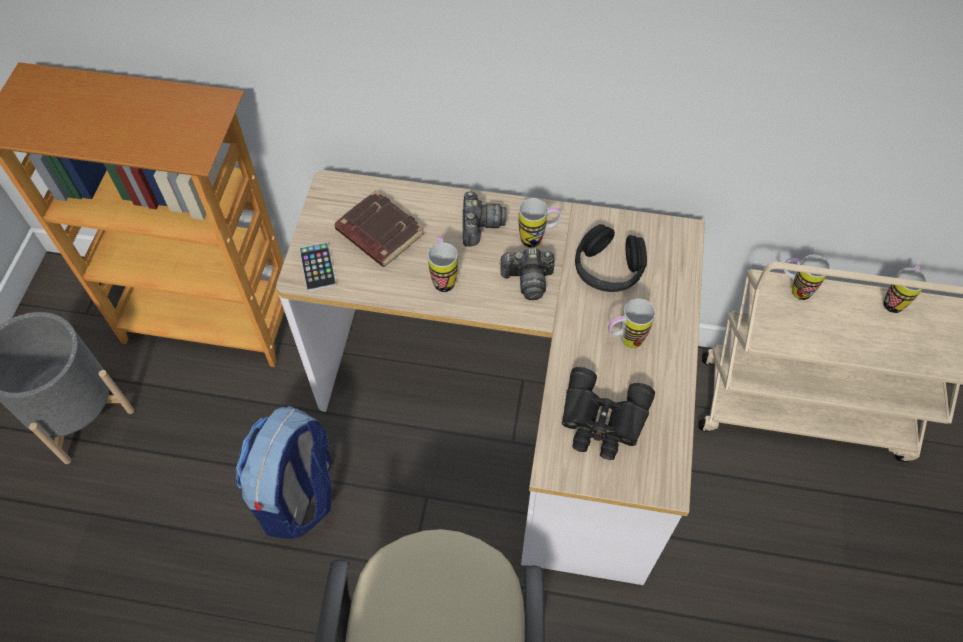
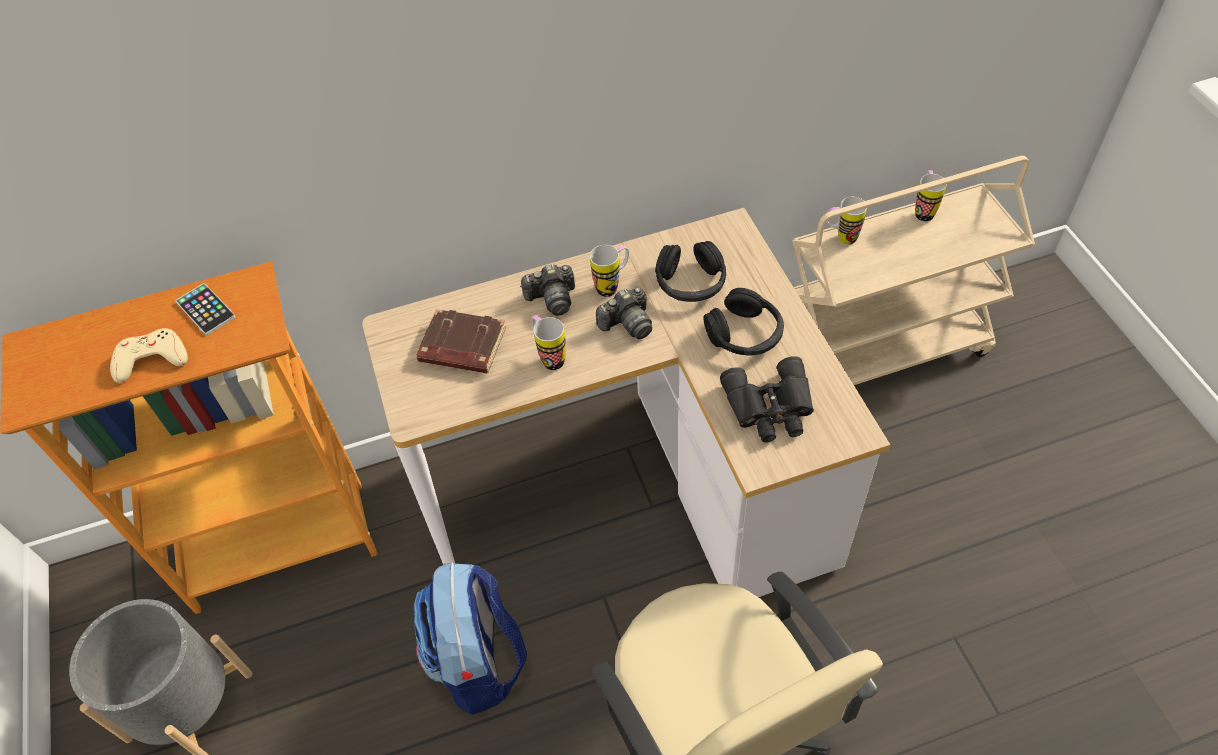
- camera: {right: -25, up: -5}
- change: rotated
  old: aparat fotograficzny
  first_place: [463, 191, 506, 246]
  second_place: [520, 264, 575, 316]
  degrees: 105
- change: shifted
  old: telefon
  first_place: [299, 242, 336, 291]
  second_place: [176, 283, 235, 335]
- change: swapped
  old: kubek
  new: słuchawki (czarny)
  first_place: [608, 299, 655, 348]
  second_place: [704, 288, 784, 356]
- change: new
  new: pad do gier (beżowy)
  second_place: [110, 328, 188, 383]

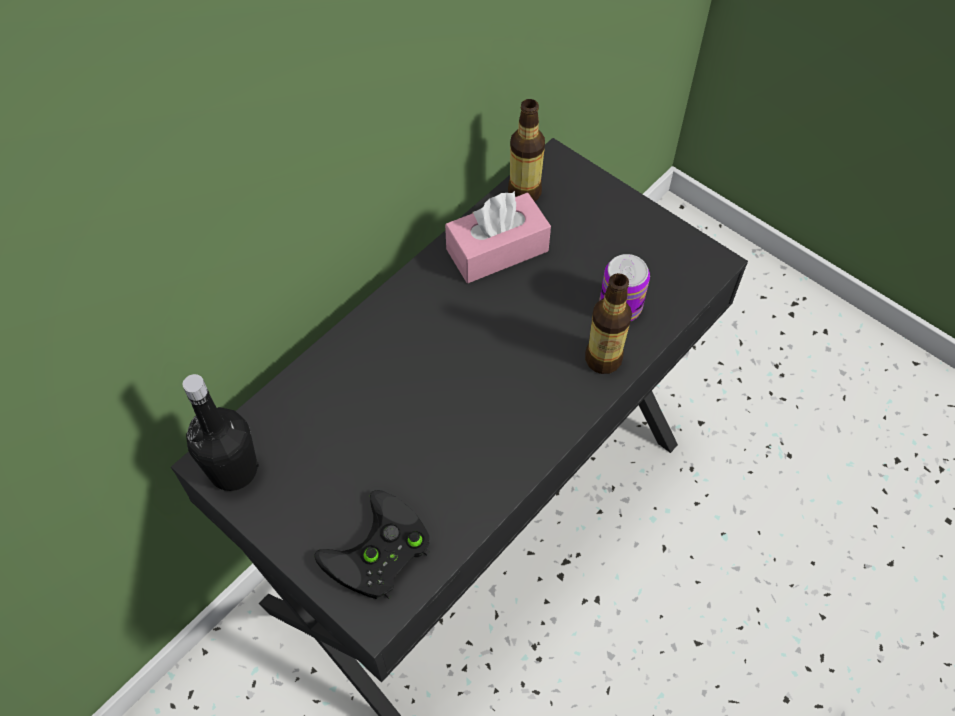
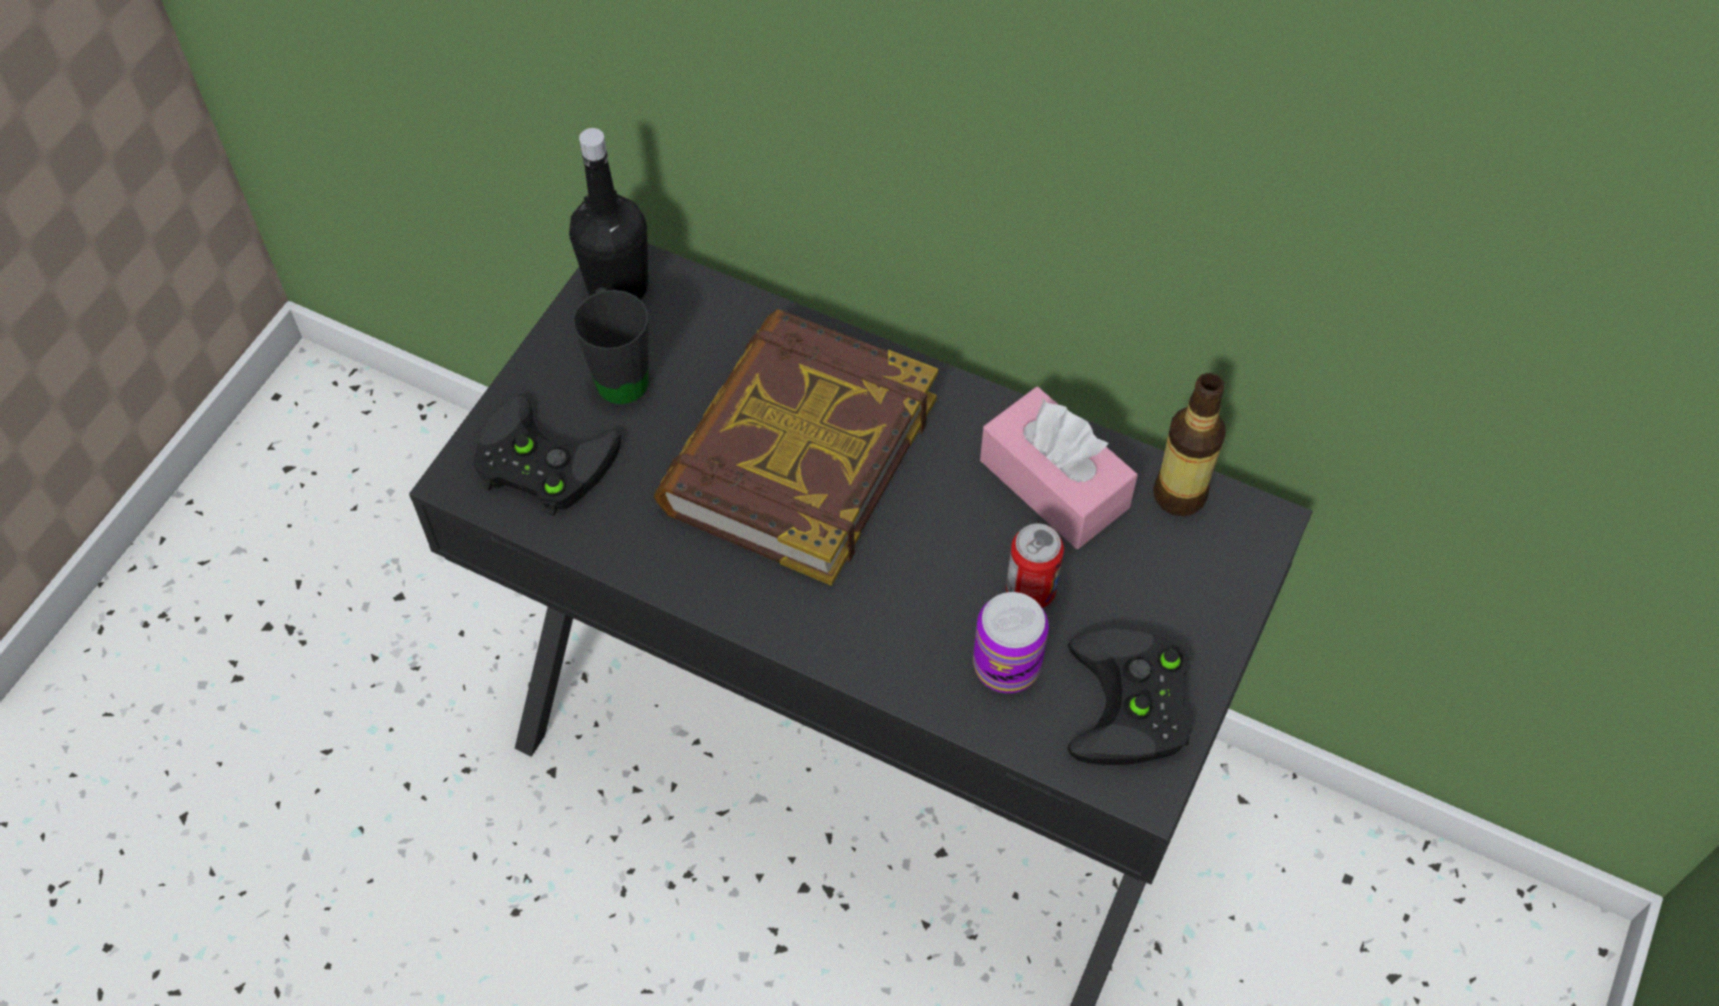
- camera: {right: 75, up: 0}
- change: gone
  old: butelka
  first_place: [585, 273, 632, 374]
- change: new
  new: kubek (czarny)
  second_place: [573, 287, 648, 404]
- change: new
  new: książka
  second_place: [654, 309, 938, 586]
- change: new
  new: puszka
  second_place: [1006, 523, 1064, 608]
- change: new
  new: pad do gier (czarny)
  second_place: [1067, 629, 1192, 765]

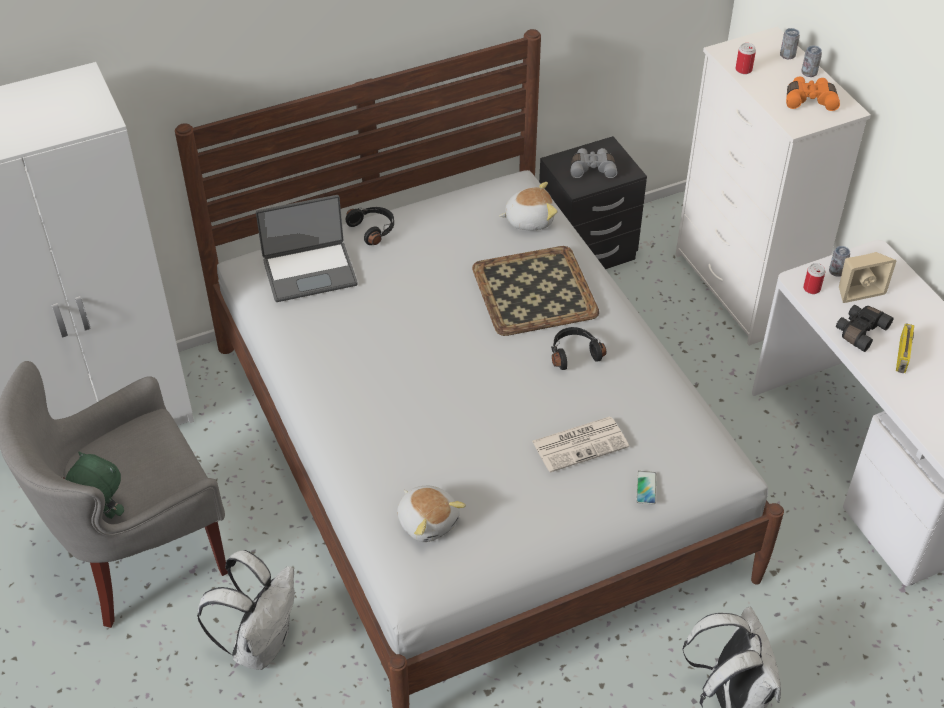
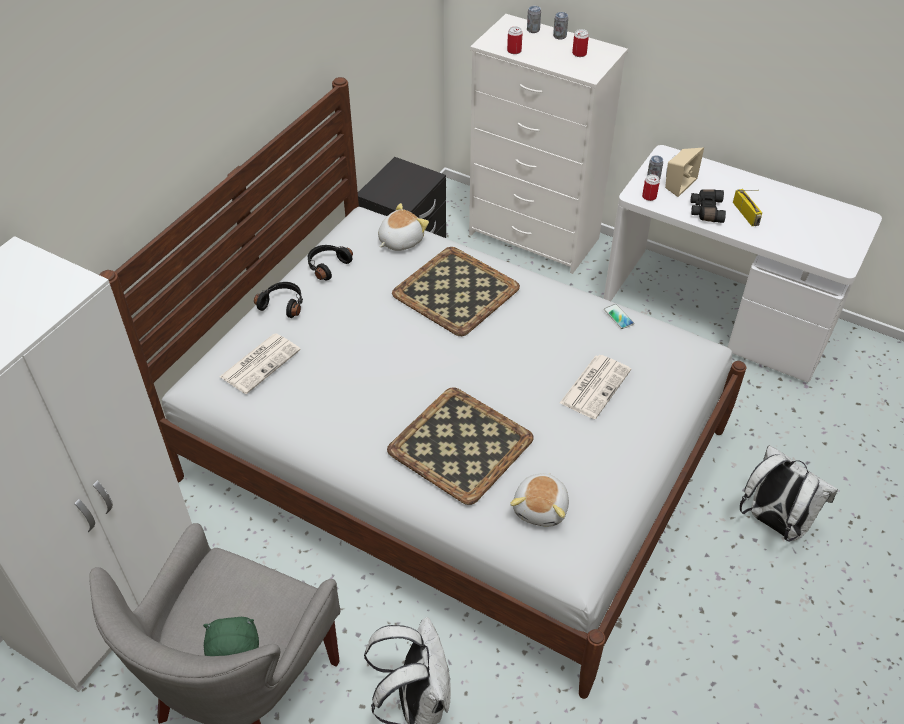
- camera: {right: -35, up: 0}
- change: swapped
  old: lornetka (pomarańczowy)
  new: puszka
  first_place: [786, 76, 840, 111]
  second_place: [572, 29, 589, 57]
- change: gone
  old: lornetka (szary)
  first_place: [571, 148, 617, 178]
- change: swapped
  old: laptop
  new: gazeta
  first_place: [256, 195, 358, 302]
  second_place: [220, 333, 301, 394]
- change: shifted
  old: słuchawki (czarny)
  first_place: [551, 327, 606, 370]
  second_place: [308, 245, 353, 281]
- change: shifted
  old: telefon
  first_place: [636, 471, 656, 505]
  second_place: [604, 304, 634, 329]
- change: rotated
  old: pluszak
  first_place: [397, 486, 466, 542]
  second_place: [510, 473, 569, 527]
  degrees: 90
- change: new
  new: taca
  second_place: [387, 387, 534, 505]

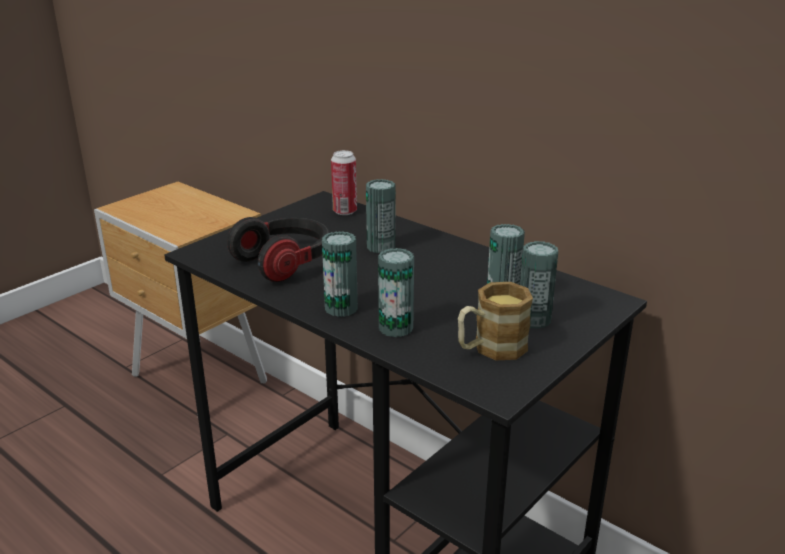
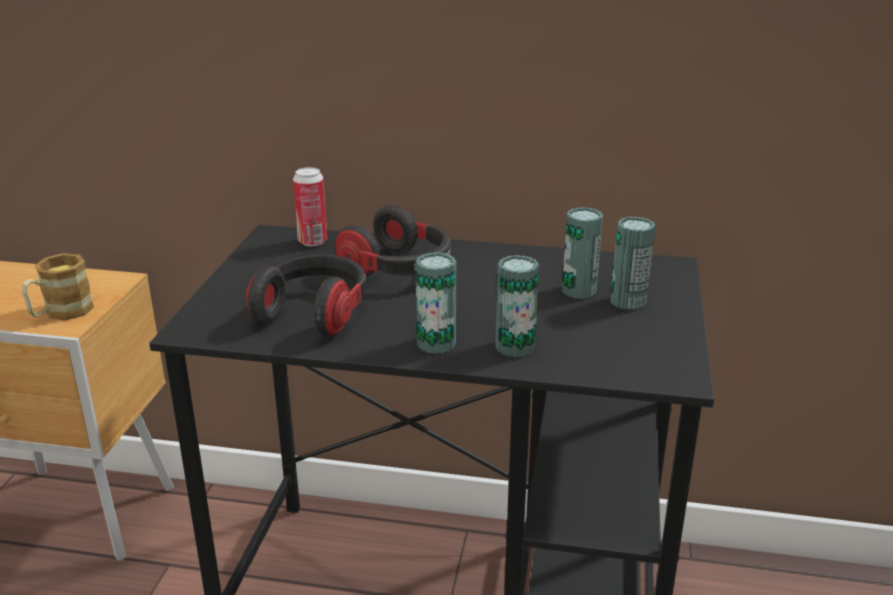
- camera: {right: -30, up: 0}
- change: swapped
  old: puszka
  new: słuchawki
  first_place: [366, 179, 395, 253]
  second_place: [334, 204, 451, 276]
- change: shifted
  old: kubek
  first_place: [458, 282, 533, 360]
  second_place: [22, 253, 94, 320]

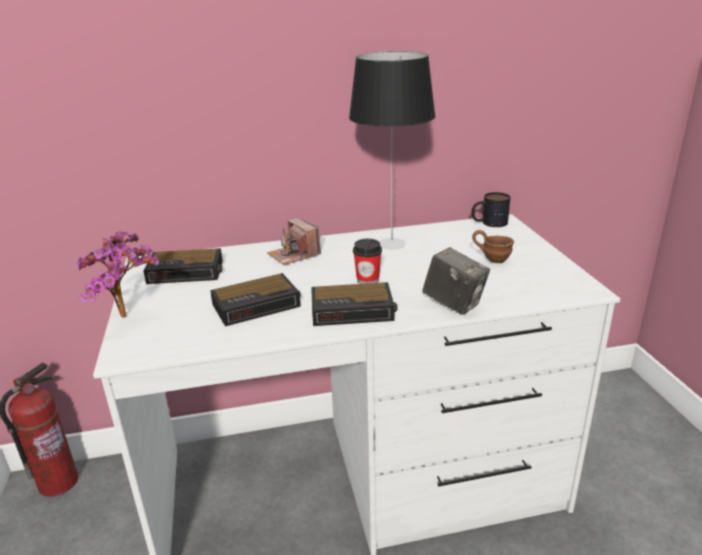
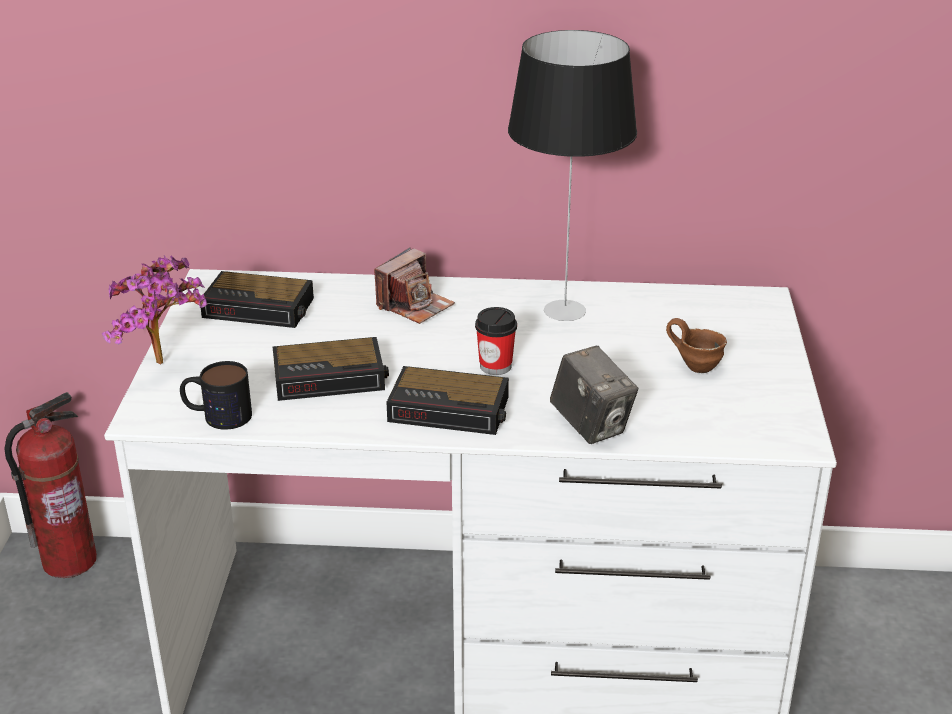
- camera: {right: 15, up: 5}
- change: shifted
  old: kubek
  first_place: [472, 192, 510, 227]
  second_place: [180, 361, 252, 430]
- change: rotated
  old: aparat fotograficzny
  first_place: [267, 217, 321, 265]
  second_place: [374, 248, 455, 324]
  degrees: -120

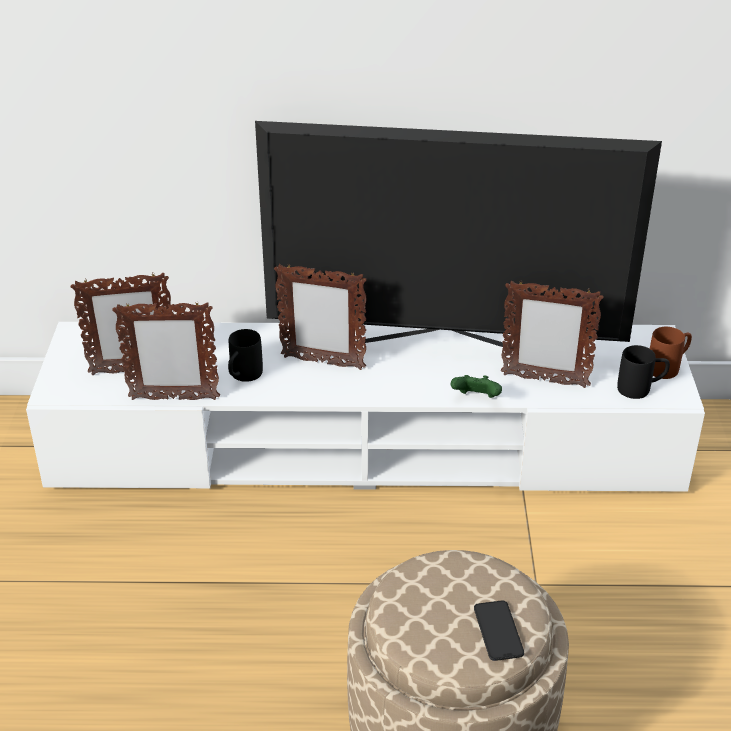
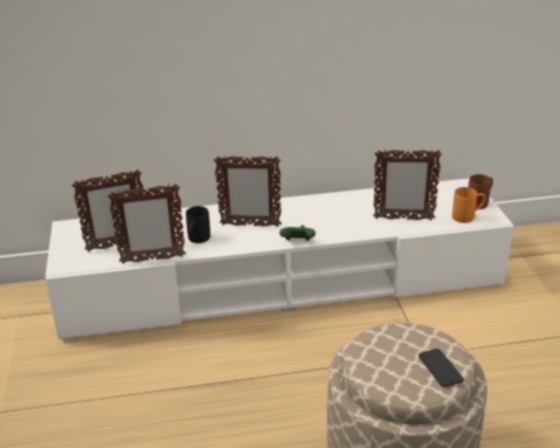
- camera: {right: -10, up: -5}
- change: gone
  old: telewizor
  first_place: [255, 121, 662, 349]
- change: repainted
  old: kubek (czarny)
  new: kubek (pomarańczowy)
  first_place: [617, 345, 670, 399]
  second_place: [452, 187, 486, 223]
- change: shifted
  old: pad do gier (zielony)
  first_place: [451, 375, 502, 398]
  second_place: [279, 225, 315, 241]

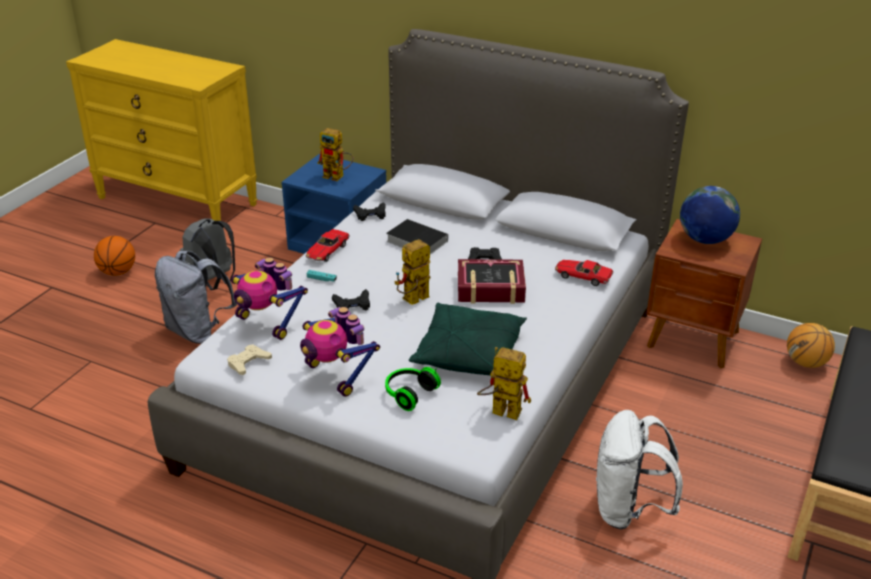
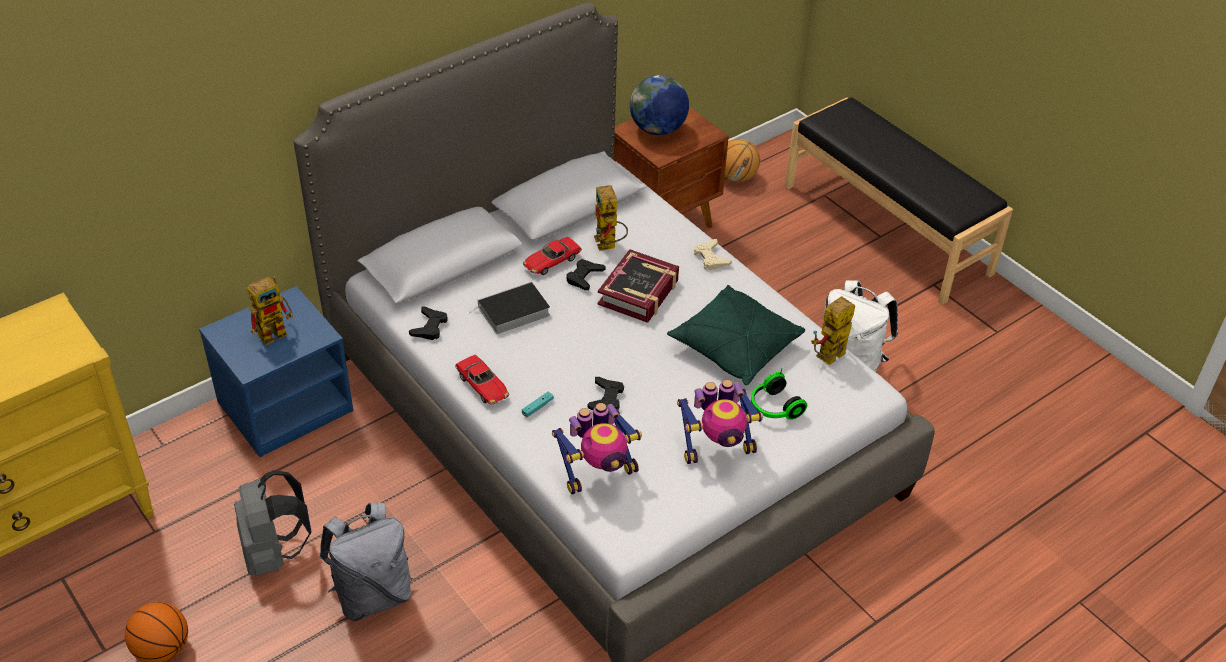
- camera: {right: -65, up: 10}
- change: shifted
  old: robot zabawkowy
  first_place: [394, 239, 431, 305]
  second_place: [594, 185, 628, 251]
- change: shifted
  old: samochodzik
  first_place: [555, 260, 613, 286]
  second_place: [523, 237, 582, 275]
- change: shifted
  old: pad do gier (beżowy)
  first_place: [227, 344, 272, 375]
  second_place: [694, 239, 732, 270]

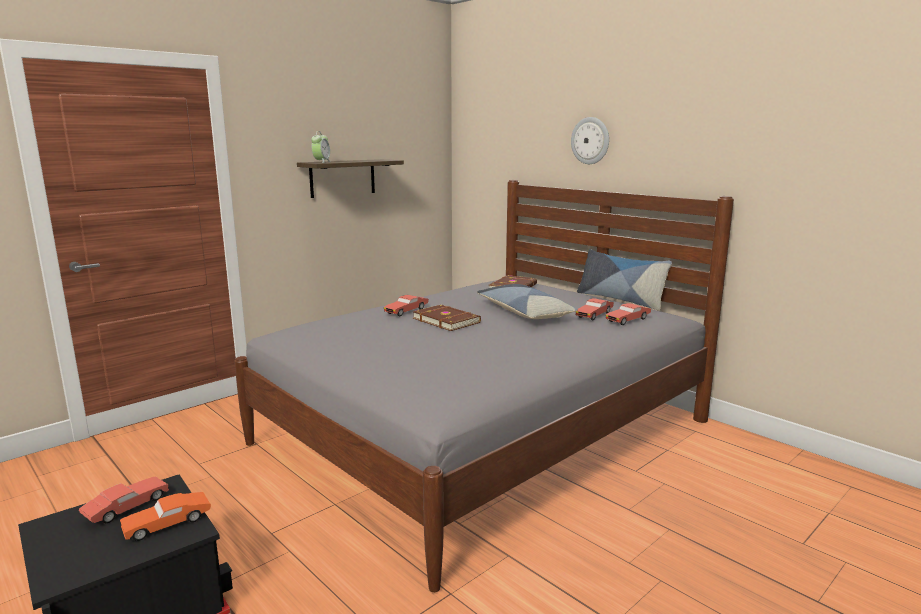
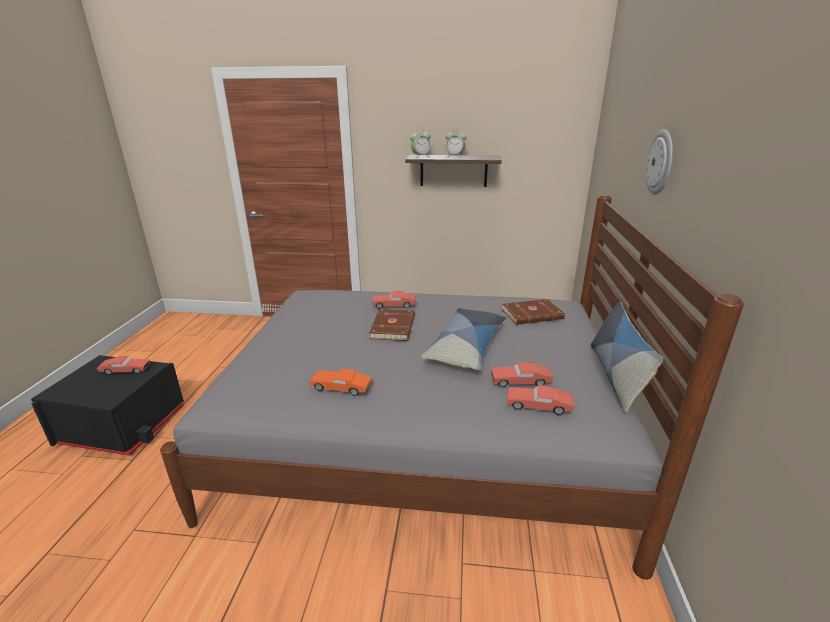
- camera: {right: 50, up: 10}
- change: shifted
  old: samochodzik (pomarańczowy)
  first_place: [120, 492, 211, 541]
  second_place: [309, 368, 372, 396]
- change: new
  new: budzik
  second_place: [446, 130, 467, 158]

